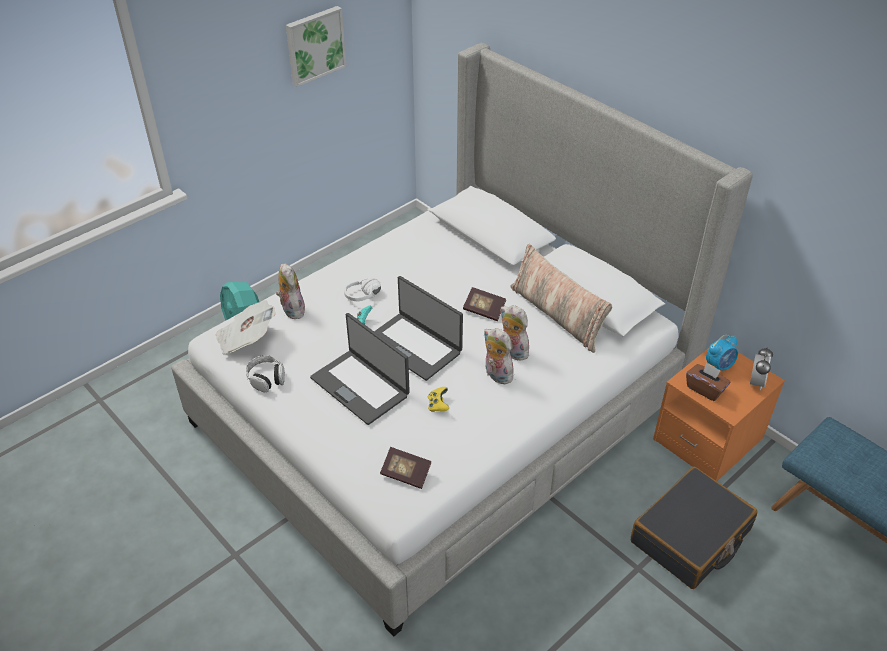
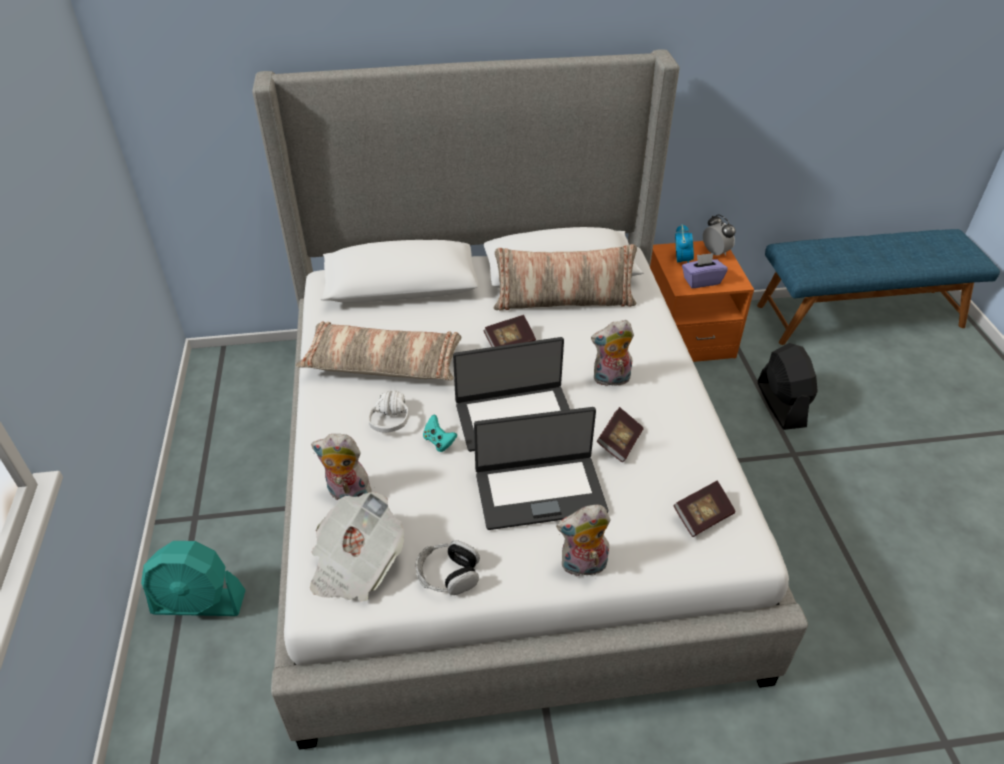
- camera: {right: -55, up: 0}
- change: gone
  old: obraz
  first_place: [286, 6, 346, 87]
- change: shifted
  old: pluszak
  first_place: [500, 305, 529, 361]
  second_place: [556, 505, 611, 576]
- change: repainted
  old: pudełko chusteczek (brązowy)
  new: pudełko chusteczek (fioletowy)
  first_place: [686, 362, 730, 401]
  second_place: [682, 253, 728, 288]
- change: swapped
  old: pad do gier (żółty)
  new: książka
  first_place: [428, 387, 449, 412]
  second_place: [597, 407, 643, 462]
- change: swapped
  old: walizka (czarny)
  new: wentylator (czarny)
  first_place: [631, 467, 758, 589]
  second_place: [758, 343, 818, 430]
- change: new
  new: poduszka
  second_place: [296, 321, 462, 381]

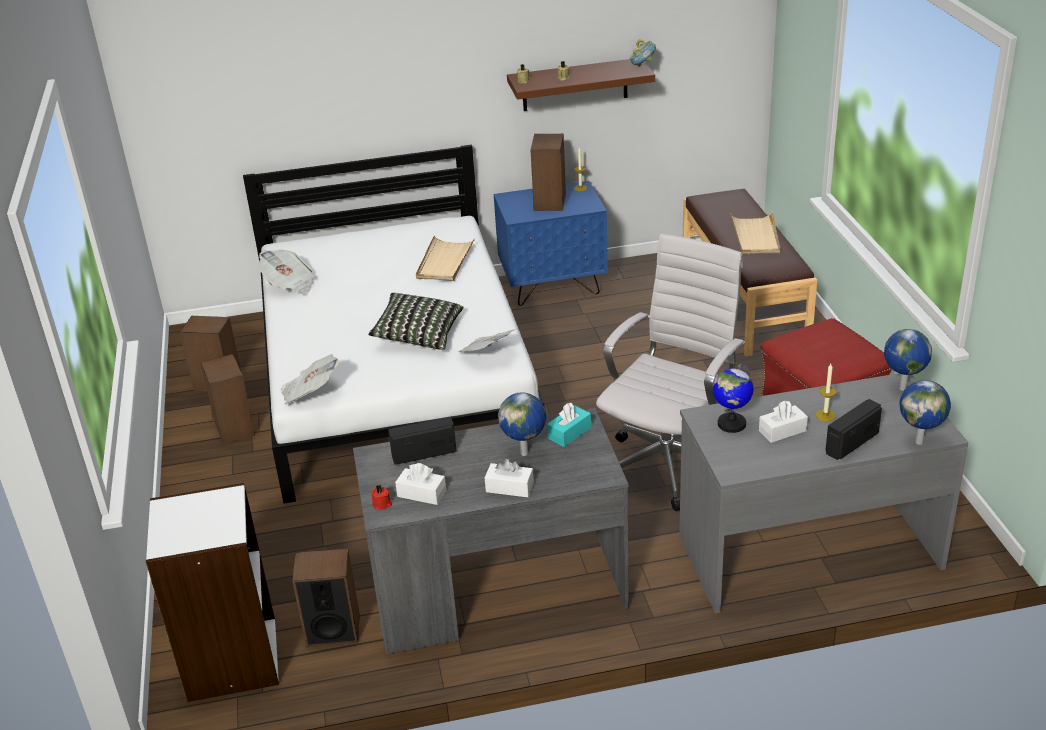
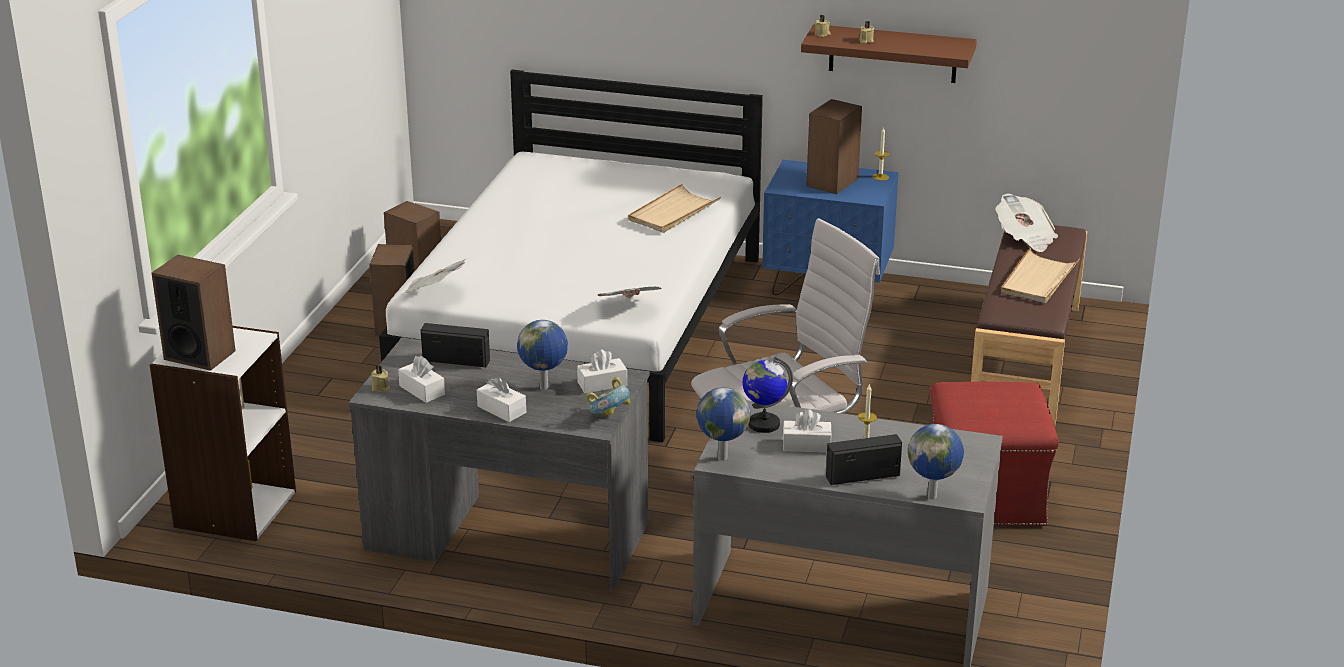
- camera: {right: 25, up: -5}
- change: shifted
  old: miska
  first_place: [630, 39, 656, 67]
  second_place: [586, 377, 630, 416]
- change: shifted
  old: gazeta
  first_place: [257, 250, 317, 295]
  second_place: [996, 194, 1058, 252]
- change: gone
  old: poduszka
  first_place: [368, 293, 463, 350]
- change: shifted
  old: globus
  first_place: [884, 329, 932, 391]
  second_place: [696, 387, 751, 461]
- change: repainted
  old: pudełko chusteczek (turkusowy)
  new: pudełko chusteczek (biały)
  first_place: [547, 403, 591, 447]
  second_place: [577, 349, 627, 393]
- change: repainted
  old: świeca (czerwony)
  new: świeca (beżowy)
  first_place: [371, 485, 392, 510]
  second_place: [371, 365, 390, 392]
- change: shifted
  old: głośnik
  first_place: [292, 548, 360, 647]
  second_place: [152, 255, 236, 371]

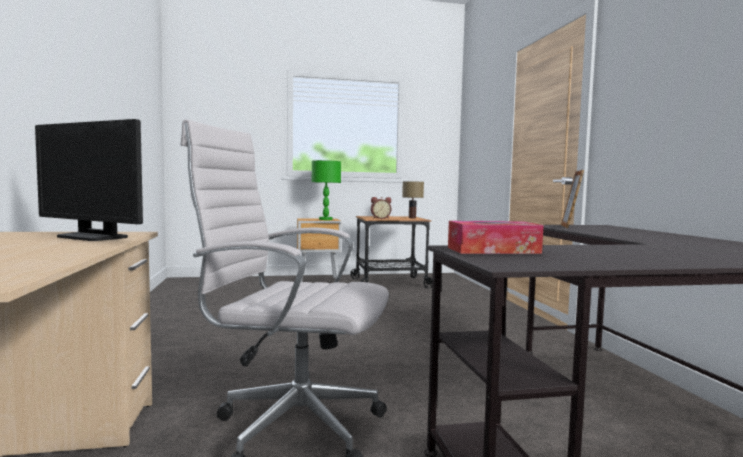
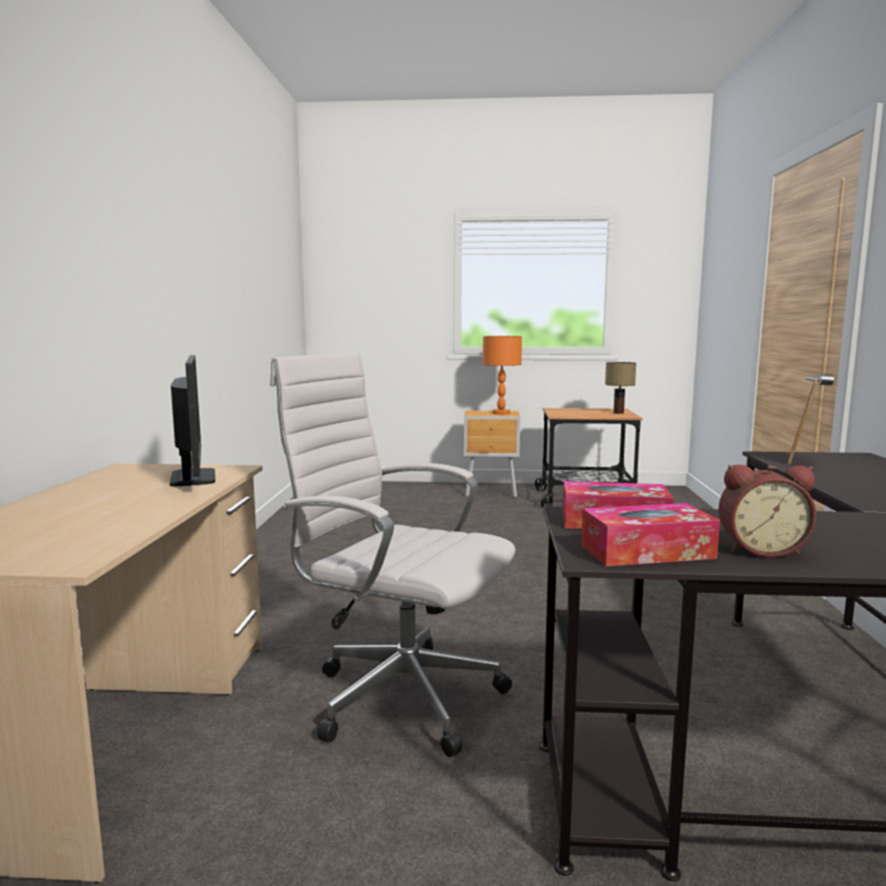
- camera: {right: 15, up: 5}
- change: rotated
  old: monitor
  first_place: [35, 119, 143, 241]
  second_place: [170, 355, 215, 486]
  degrees: -150
- change: repainted
  old: lampa stołowa (zielony)
  new: lampa stołowa (pomarańczowy)
  first_place: [312, 160, 341, 220]
  second_place: [483, 336, 522, 415]
- change: shifted
  old: budzik
  first_place: [371, 197, 391, 219]
  second_place: [718, 465, 817, 557]
- change: new
  new: pudełko chusteczek
  second_place: [581, 503, 720, 566]

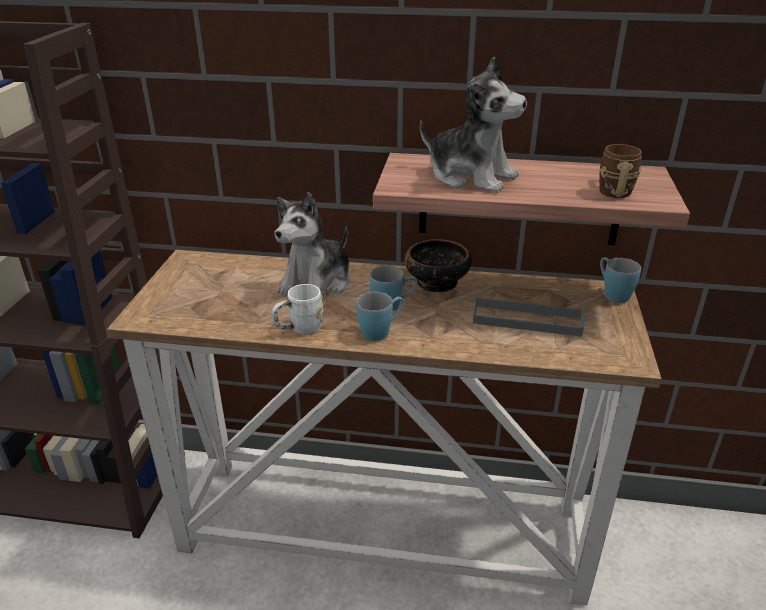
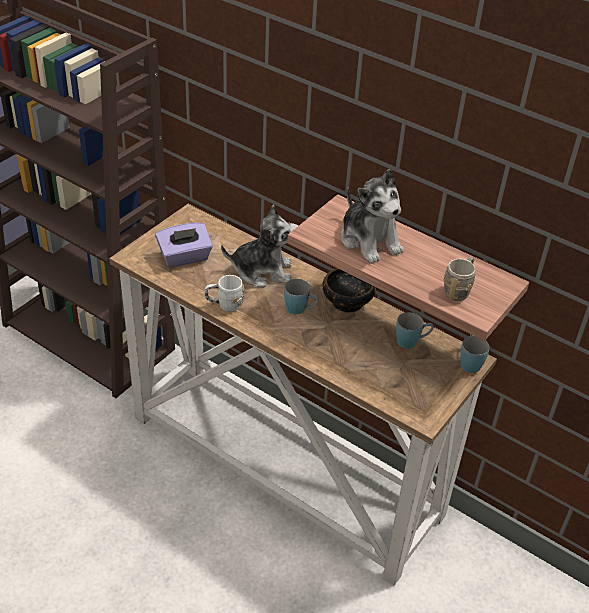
- camera: {right: 25, up: 10}
- change: repainted
  old: kubek (brązowy)
  new: kubek (szary)
  first_place: [599, 144, 642, 198]
  second_place: [443, 257, 476, 301]
- change: rotated
  old: pluszak
  first_place: [275, 192, 351, 297]
  second_place: [221, 204, 299, 288]
  degrees: -150
- change: shifted
  old: kubek (niebieski)
  first_place: [356, 292, 404, 341]
  second_place: [396, 312, 434, 349]
- change: gone
  old: taca (szary)
  first_place: [473, 297, 585, 337]
- change: new
  new: pudełko chusteczek (fioletowy)
  second_place: [155, 223, 213, 268]

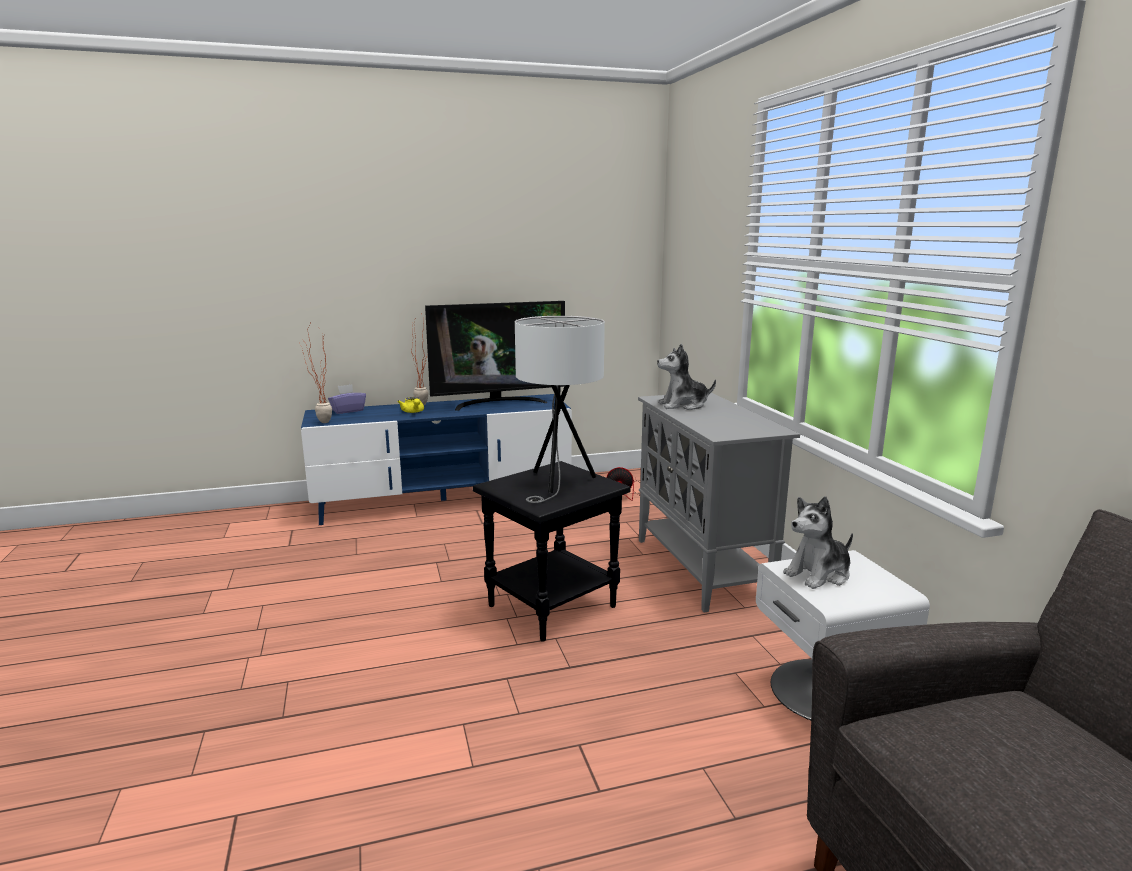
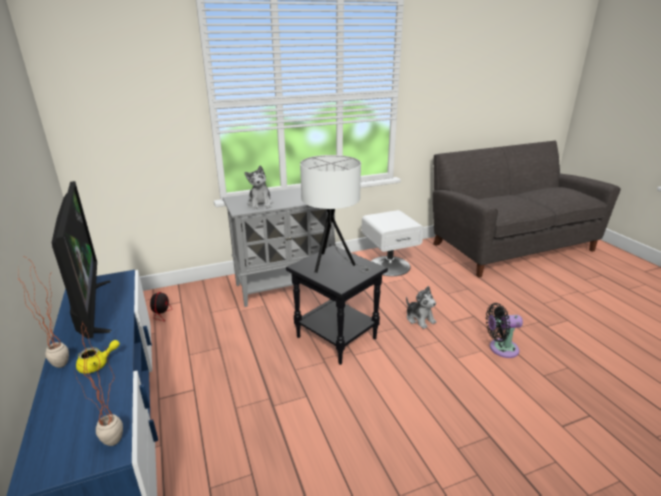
- camera: {right: -95, up: 10}
- change: gone
  old: pudełko chusteczek (fioletowy)
  first_place: [328, 384, 366, 414]
- change: shifted
  old: pluszak
  first_place: [783, 496, 853, 589]
  second_place: [406, 286, 436, 329]
- change: new
  new: wentylator (czarny)
  second_place: [486, 303, 523, 358]

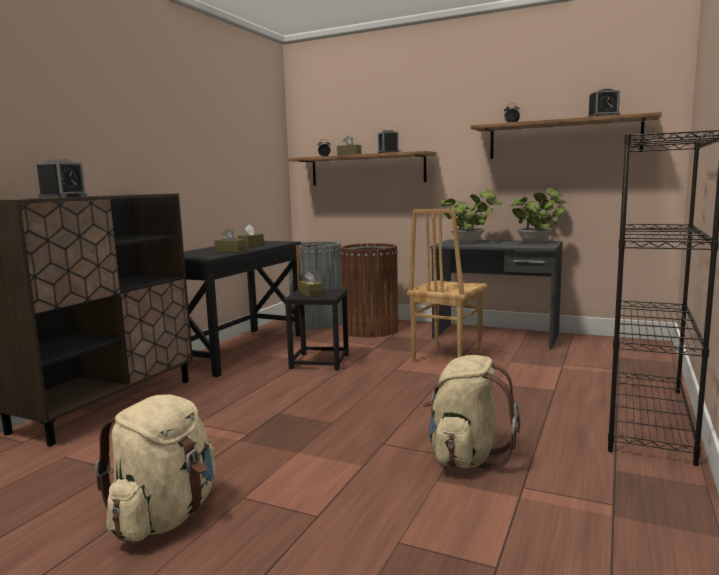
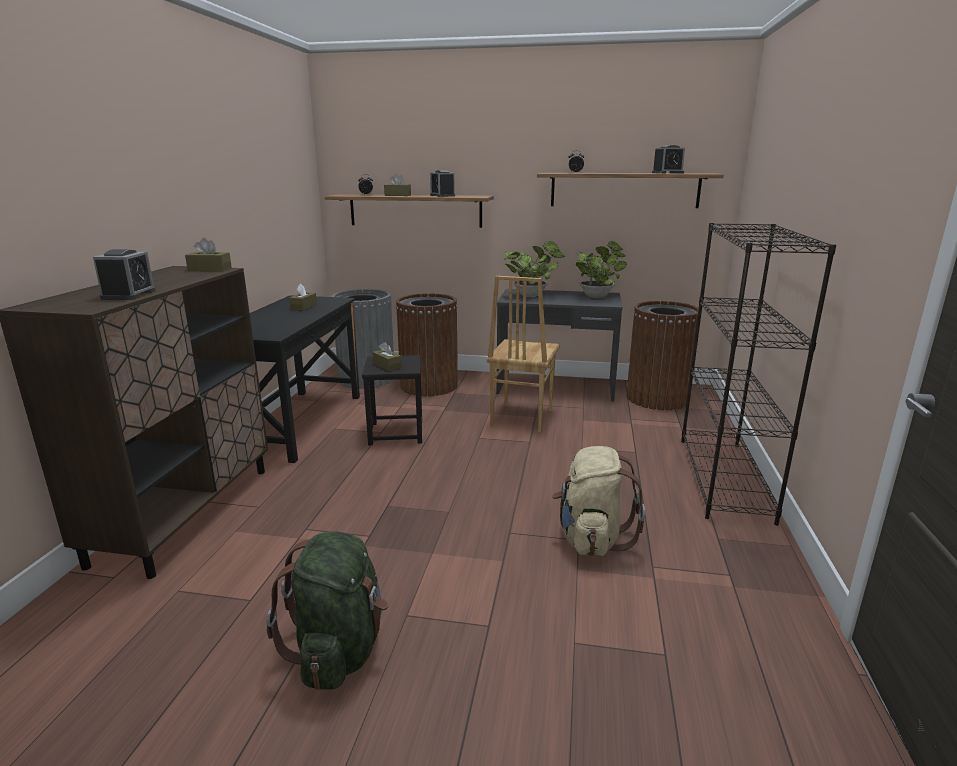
- camera: {right: -15, up: 10}
- change: shifted
  old: pudełko chusteczek (brązowy)
  first_place: [215, 228, 246, 252]
  second_place: [185, 238, 232, 271]
- change: repainted
  old: plecak (beżowy)
  new: plecak (zielony)
  first_place: [95, 395, 216, 542]
  second_place: [266, 531, 389, 690]
- change: new
  new: kosz na śmieci (brązowy)
  second_place: [626, 301, 699, 410]

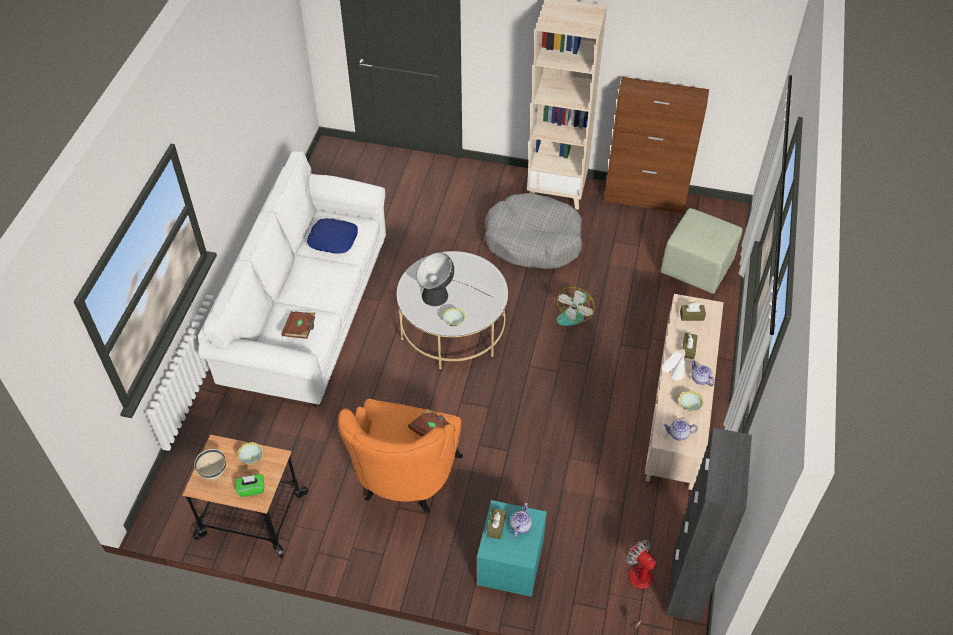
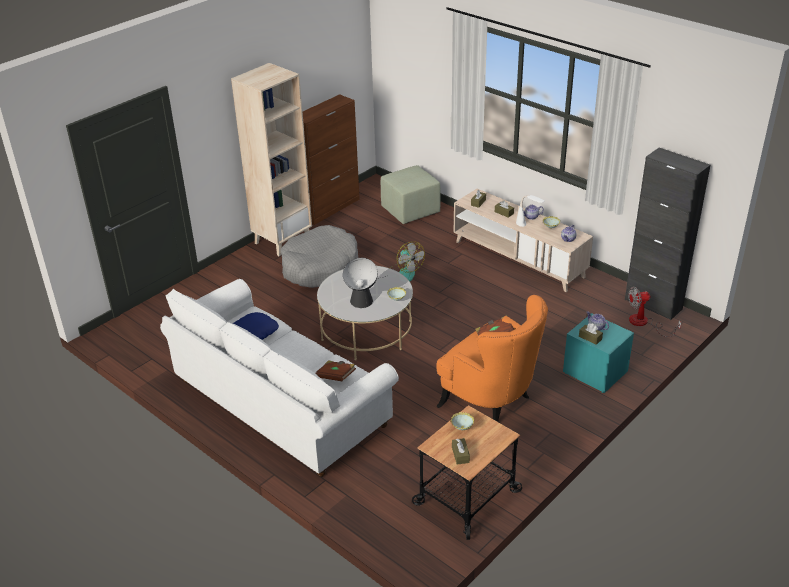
- camera: {right: -60, up: -15}
- change: swapped
  old: miska (beżowy)
  new: pudełko chusteczek (brązowy)
  first_place: [194, 449, 226, 480]
  second_place: [452, 438, 470, 464]
- change: gone
  old: pudełko chusteczek (zielony)
  first_place: [236, 474, 264, 497]

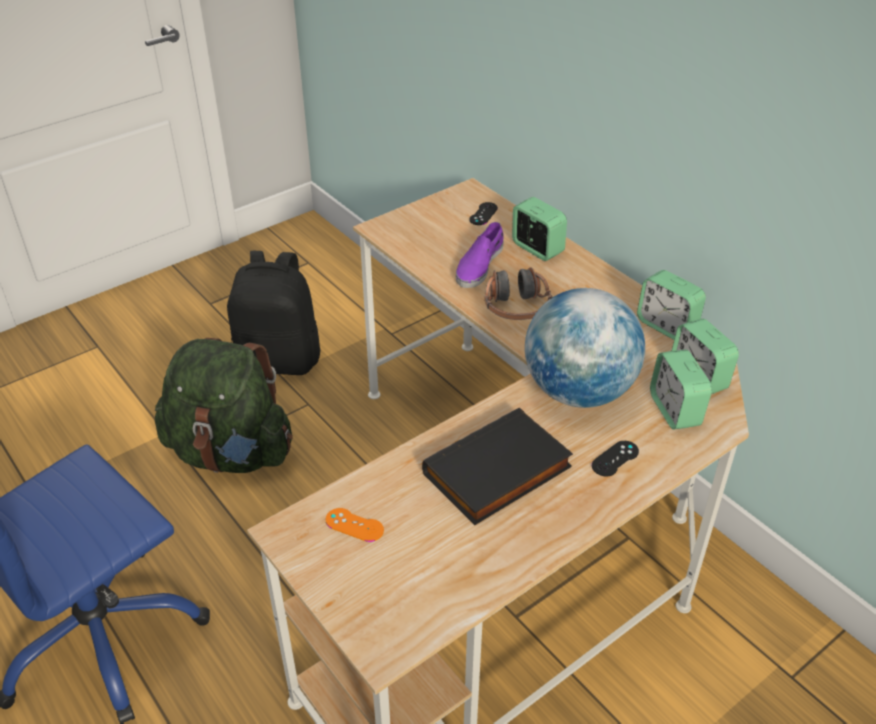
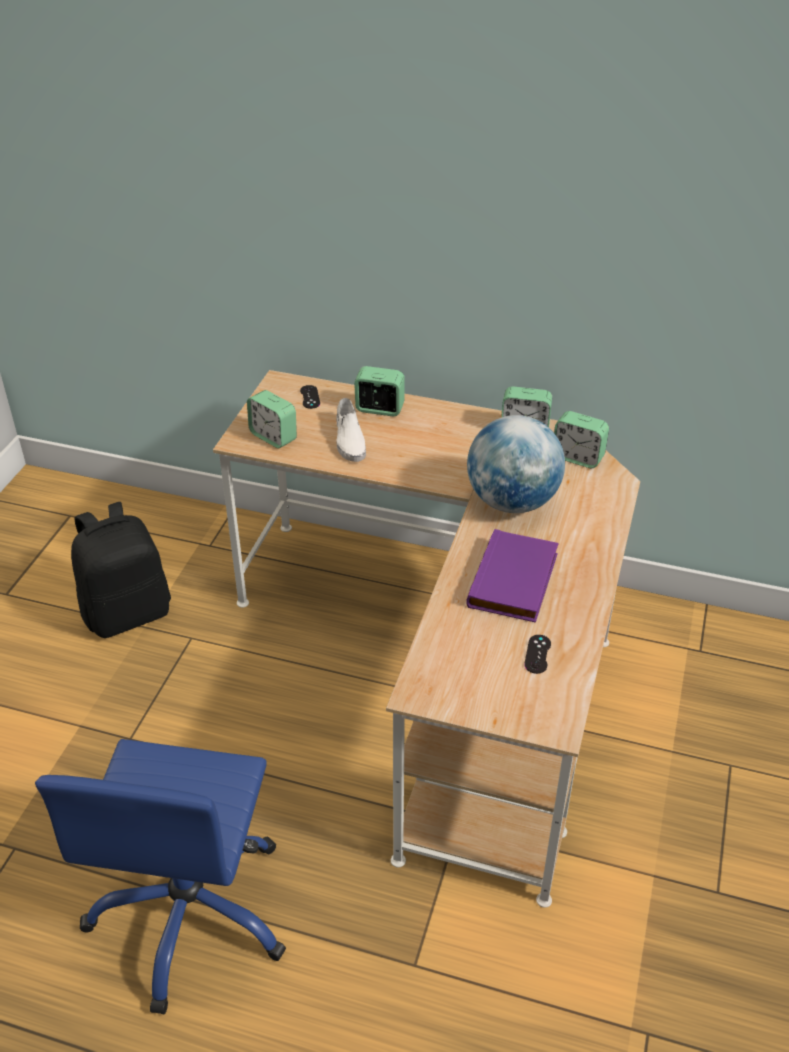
- camera: {right: -35, up: 0}
- change: repainted
  old: but (fioletowy)
  new: but (biały)
  first_place: [456, 222, 504, 288]
  second_place: [336, 398, 366, 462]
- change: gone
  old: słuchawki
  first_place: [484, 267, 552, 320]
- change: gone
  old: plecak (zielony)
  first_place: [155, 338, 293, 473]
- change: shifted
  old: budzik
  first_place: [650, 349, 712, 429]
  second_place: [247, 390, 297, 448]
- change: repainted
  old: książka (czarny)
  new: książka (fioletowy)
  first_place: [422, 407, 573, 525]
  second_place: [466, 529, 559, 623]
- change: shifted
  old: pad do gier (czarny)
  first_place: [592, 441, 639, 476]
  second_place: [524, 635, 551, 674]
- change: gone
  old: pad do gier (pomarańczowy)
  first_place: [325, 508, 384, 542]

